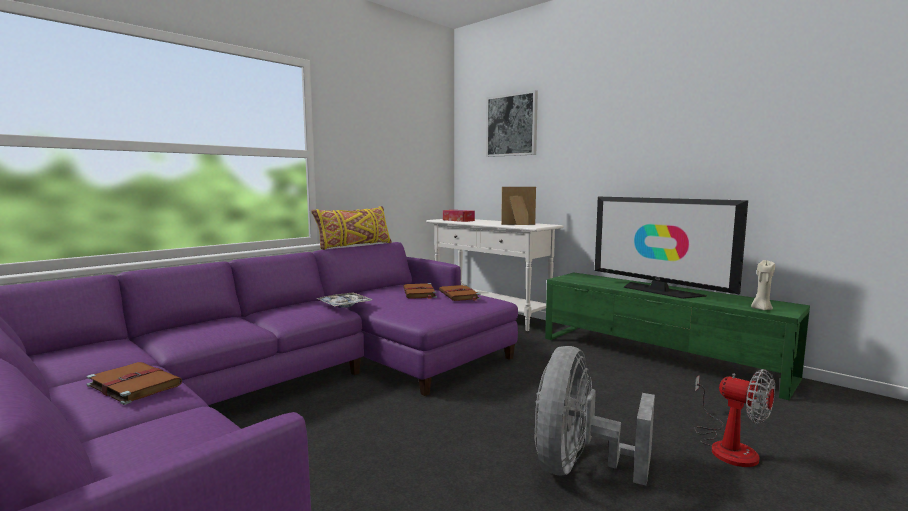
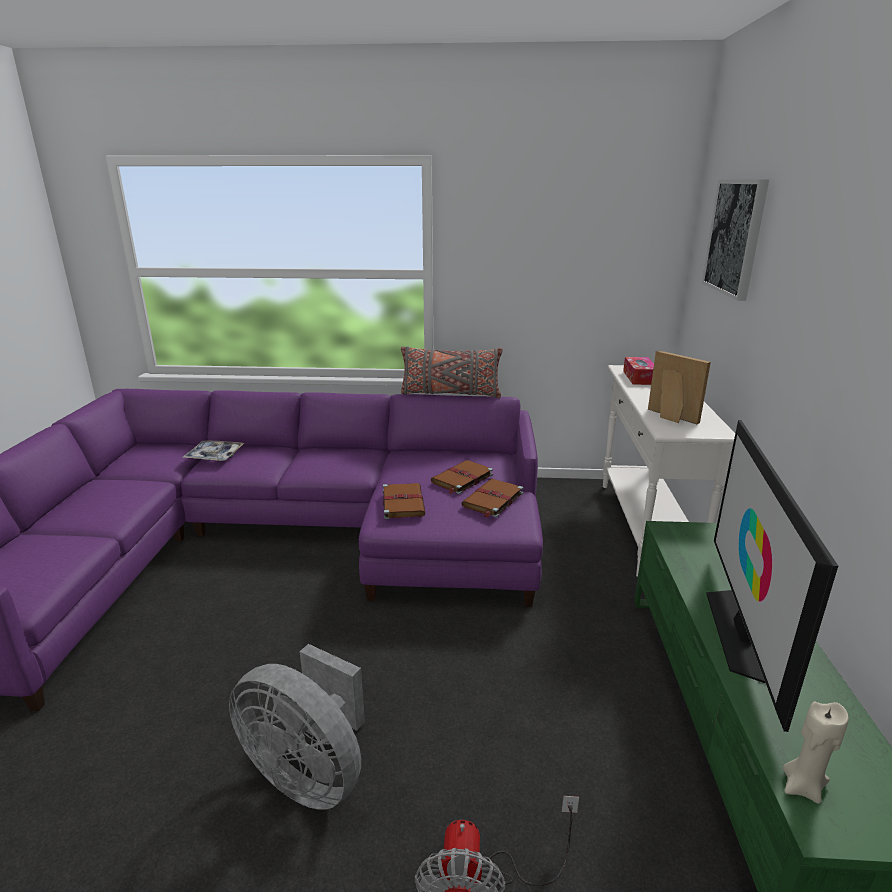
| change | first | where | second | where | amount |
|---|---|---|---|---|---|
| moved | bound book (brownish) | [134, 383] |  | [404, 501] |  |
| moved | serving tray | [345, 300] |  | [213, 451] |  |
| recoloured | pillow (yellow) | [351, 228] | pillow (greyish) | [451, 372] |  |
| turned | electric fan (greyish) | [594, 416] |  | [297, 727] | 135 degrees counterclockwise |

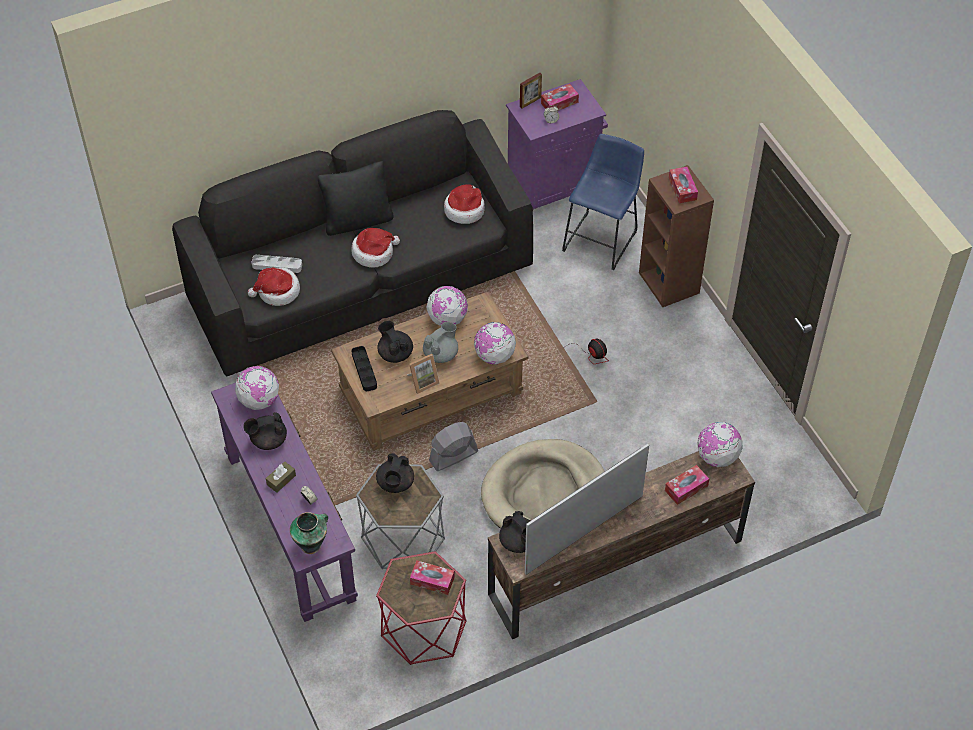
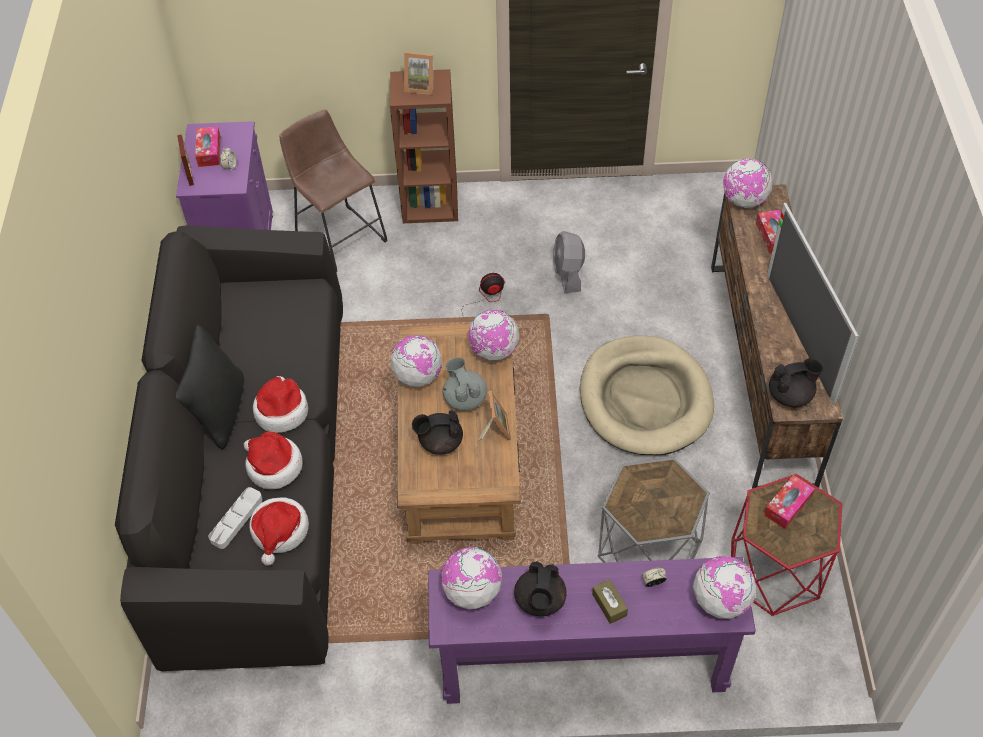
| change | first | where | second | where | amount |
|---|---|---|---|---|---|
| removed | serving tray (blackish) | [364, 368] |  |  |  |
| removed | teapot (blackish) | [395, 473] |  |  |  |
| moved | electric fan (greyish) | [453, 446] |  | [569, 262] |  |
| moved | wearable hat | [464, 204] |  | [273, 460] |  |
| replaced | flower vase | [309, 533] | desk globe | [724, 587] |  |
| replaced | tissue holder | [683, 185] | picture frame | [418, 73] |  |
| recoloured | stool seat (blue-coloured) | [603, 202] | stool seat (brownish) | [333, 190] |  |

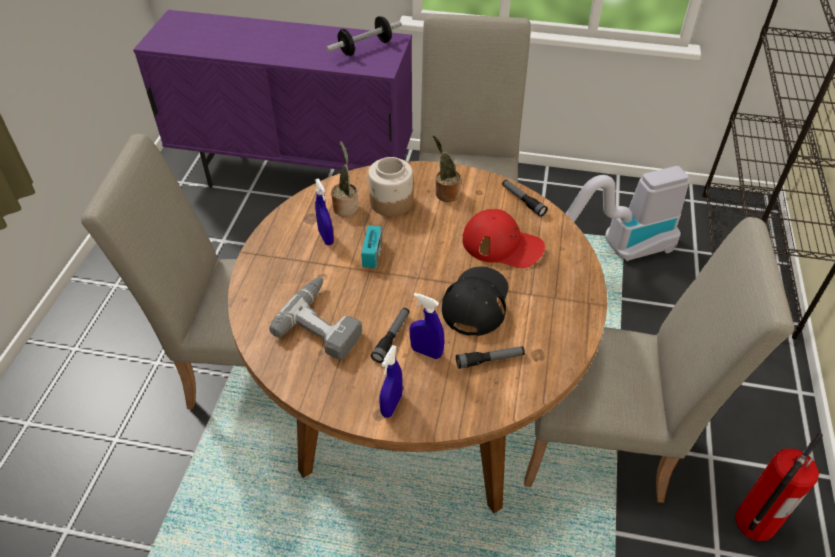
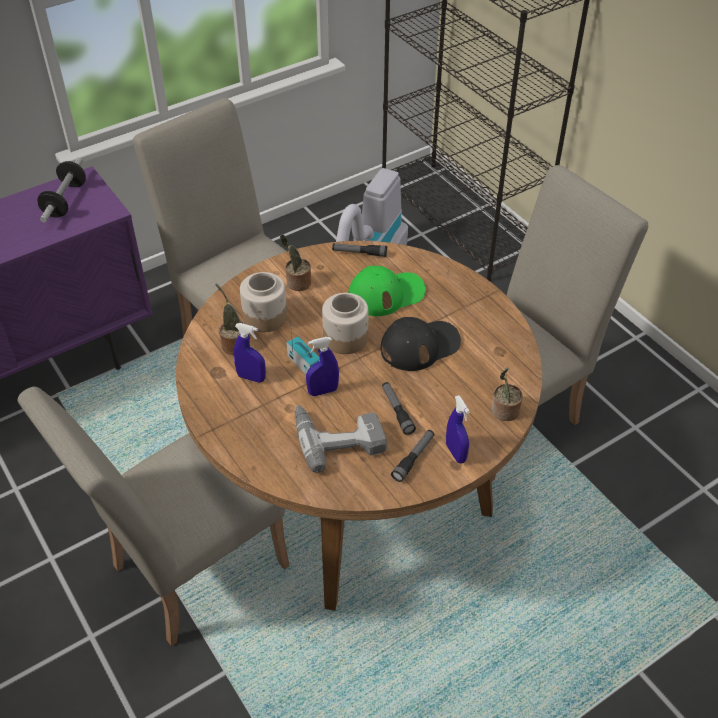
| change | first | where | second | where | amount |
|---|---|---|---|---|---|
| removed | fire extinguisher | [779, 487] |  |  |  |
| added |  |  | storage jar | [345, 323] |  |
| added |  |  | houseplant | [507, 394] |  |
| moved | spray bottle (blue-coloured) | [427, 326] |  | [322, 366] |  |
| moved | flashlight | [490, 357] |  | [413, 456] |  |
| recoloured | baseball cap (red) | [503, 238] | baseball cap (greenish) | [386, 291] |  |
| turned | baseball cap (blackish) | [475, 301] |  | [420, 344] | 90 degrees clockwise |

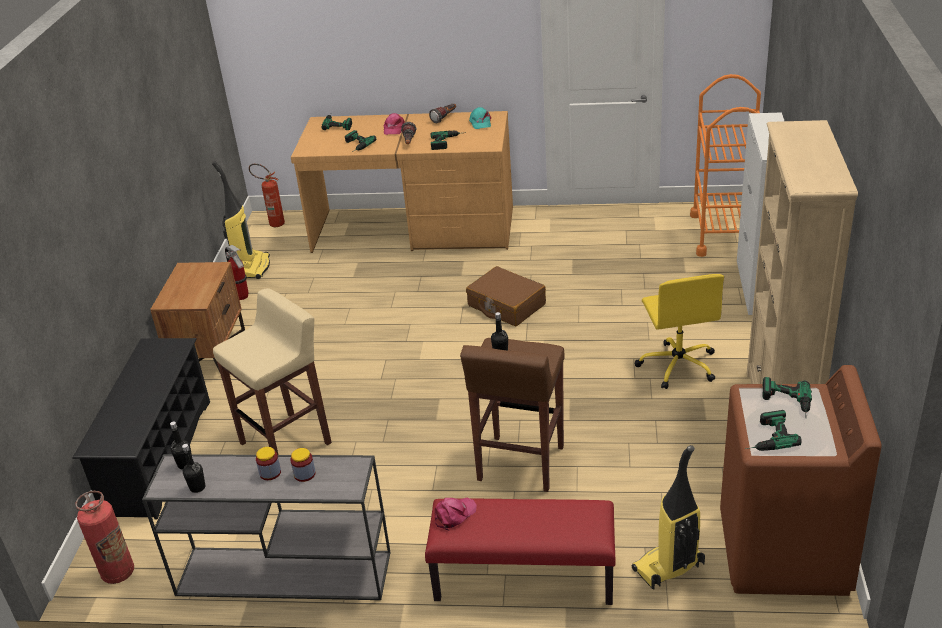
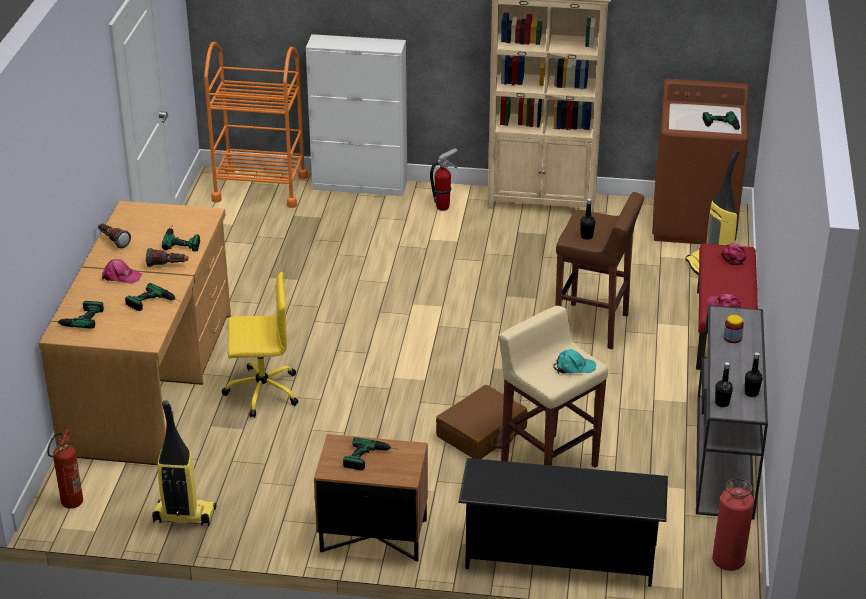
| change | first | where | second | where | amount |
|---|---|---|---|---|---|
| removed | storage jar | [268, 463] |  |  |  |
| added |  |  | baseball cap (pink-coloured) | [734, 254] |  |
| moved | fire extinguisher | [236, 272] |  | [444, 179] |  |
| moved | suitcase (brownish) | [506, 296] |  | [482, 422] |  |
| moved | baseball cap (turquoise) | [480, 118] |  | [575, 361] |  |
| moved | desk chair (yellow) | [679, 331] |  | [260, 344] |  |
| moved | power drill | [787, 396] |  | [371, 453] |  |

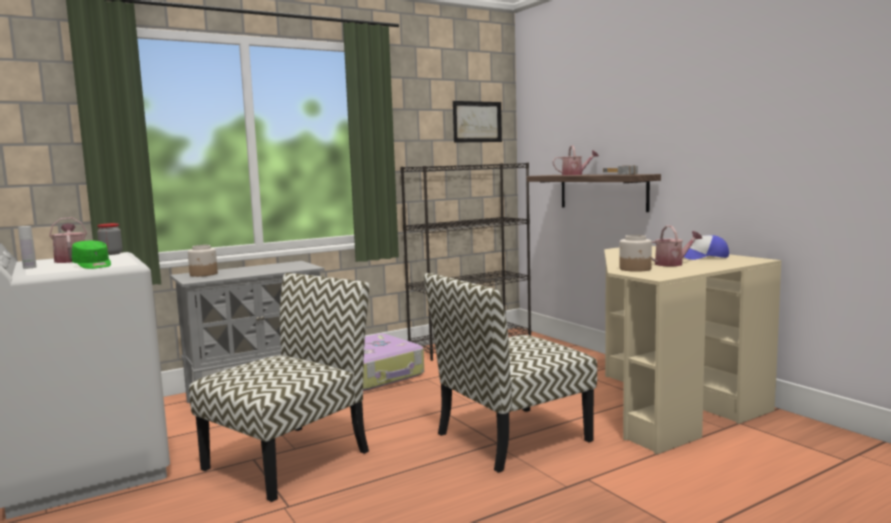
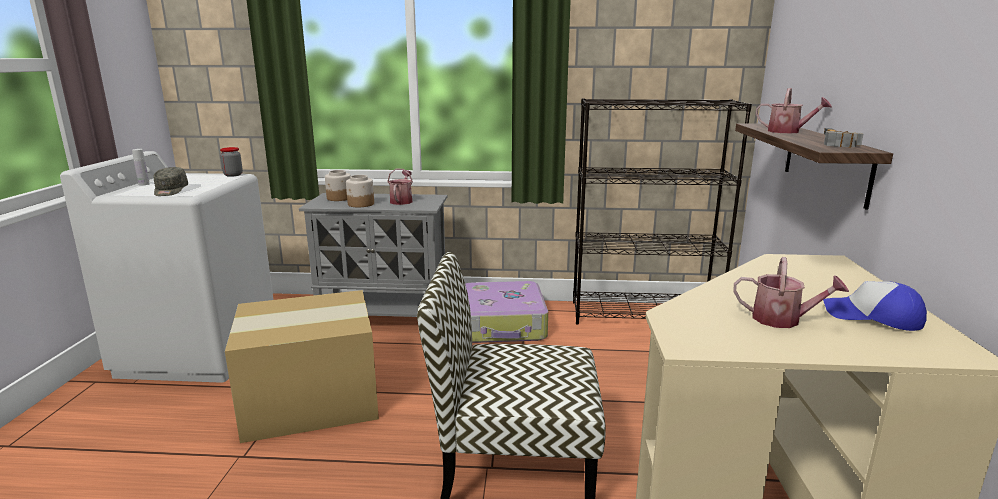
| change | first | where | second | where | amount |
|---|---|---|---|---|---|
| removed | wall picture | [477, 122] |  |  |  |
| moved | sprinkling can | [68, 240] |  | [400, 187] |  |
| moved | storage jar | [635, 253] |  | [360, 191] |  |
| replaced | upright chair | [279, 387] | cardboard box | [302, 366] |  |
| recoloured | baseball cap (greenish) | [91, 255] | baseball cap (greyish) | [171, 181] |  |

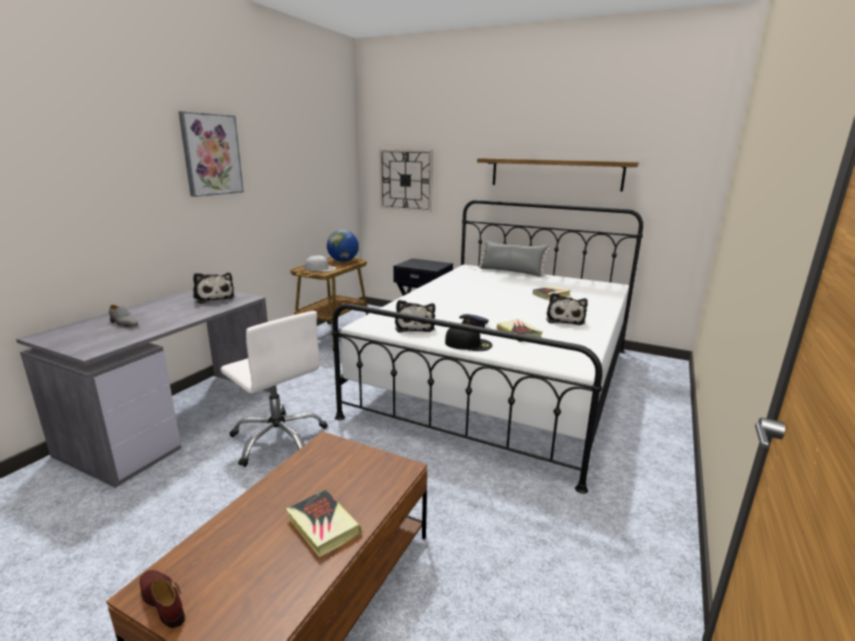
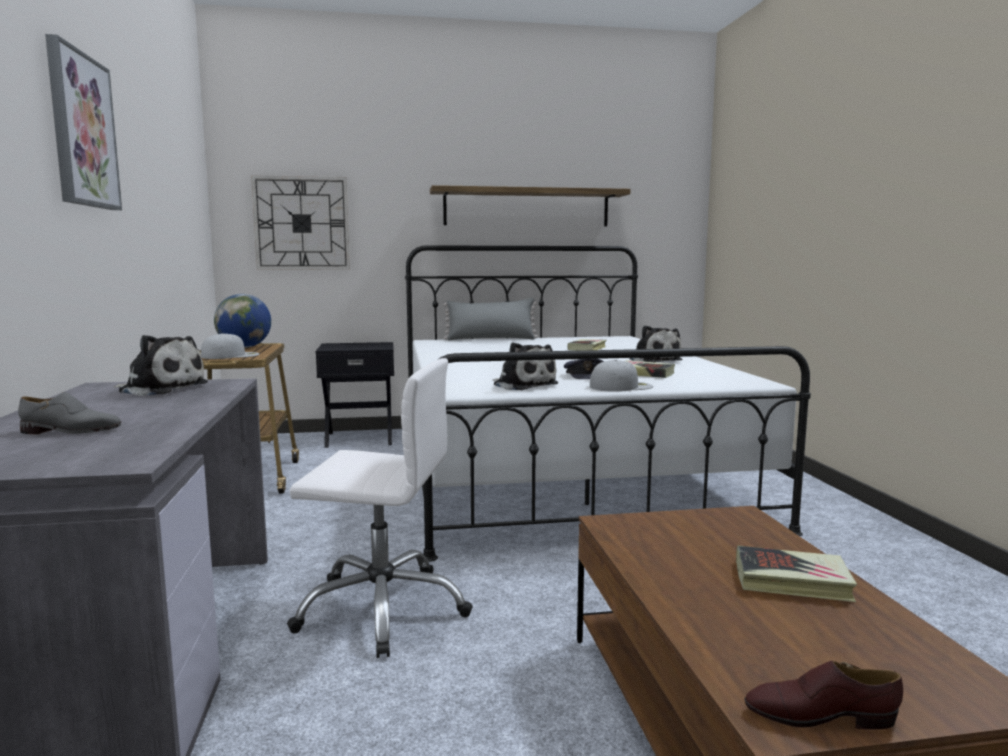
| change | first | where | second | where | amount |
|---|---|---|---|---|---|
| recoloured | baseball cap (blackish) | [468, 337] | baseball cap (white) | [621, 376] |  |

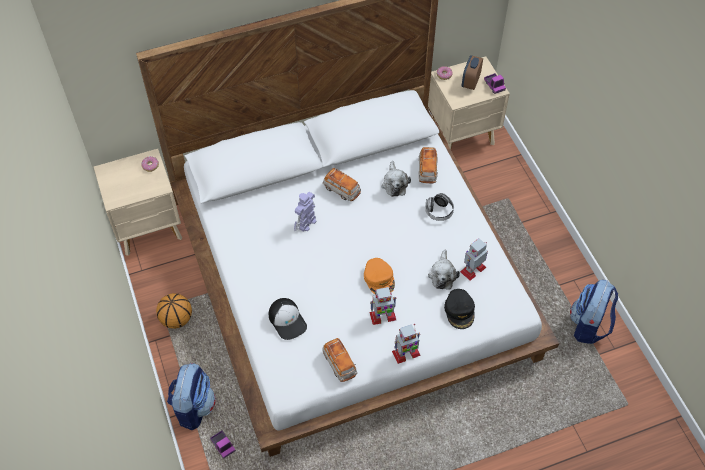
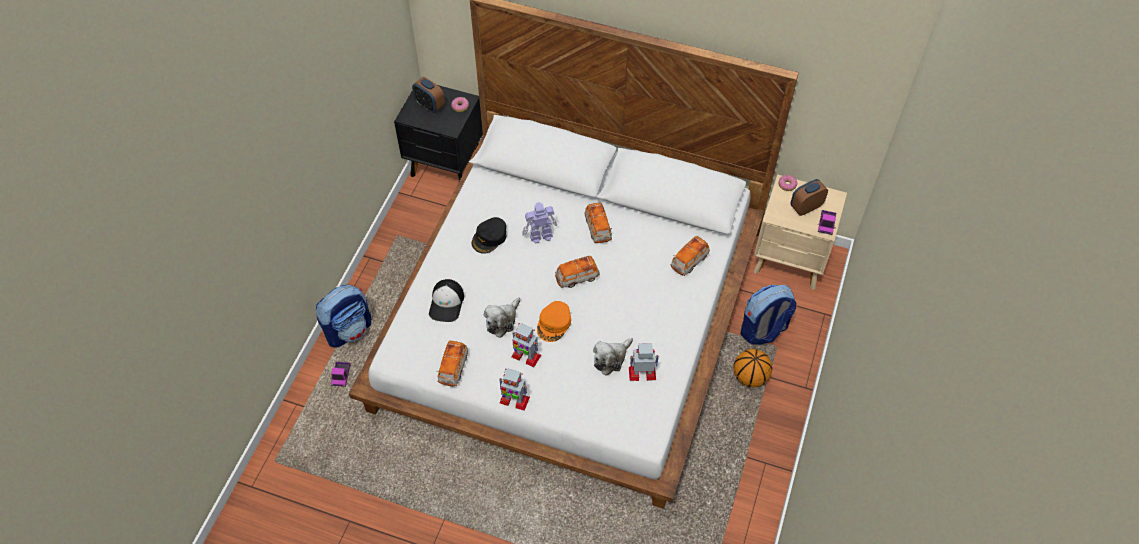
| change | first | where | second | where | amount |
|---|---|---|---|---|---|
| removed | pair of headphones | [439, 207] |  |  |  |
| added |  |  | table clock | [428, 95] |  |
| added |  |  | model car | [577, 272] |  |
| moved | ball for basketball | [174, 311] |  | [753, 368] |  |
| moved | soft toy | [396, 179] |  | [502, 318] |  |
| moved | baseball cap (blackish) | [459, 309] |  | [489, 235] |  |
| moved | rucksack | [594, 312] |  | [768, 315] |  |
| recoloured | night table (beige-coloured) | [138, 202] | night table (blackish) | [438, 133] |  |

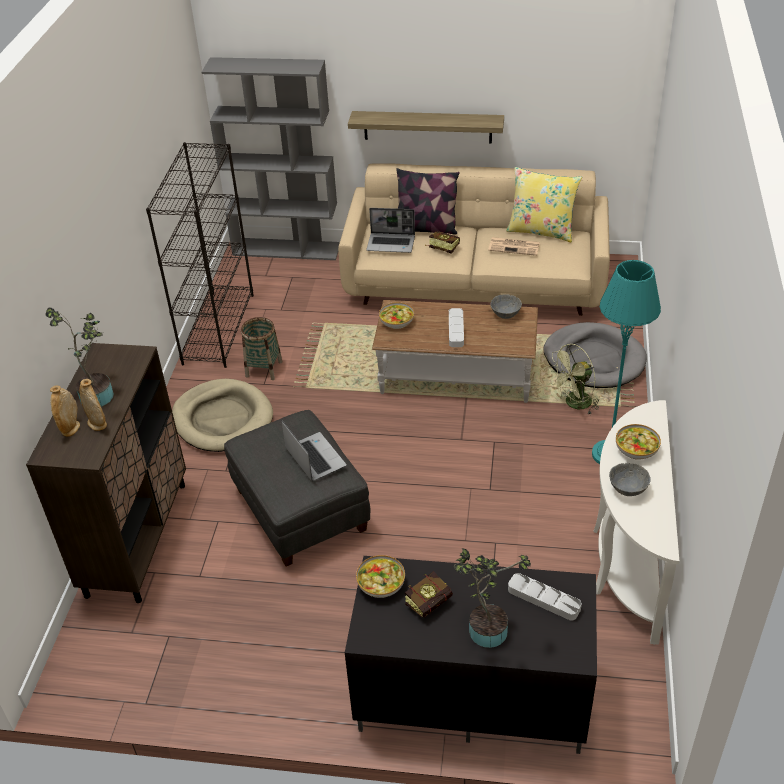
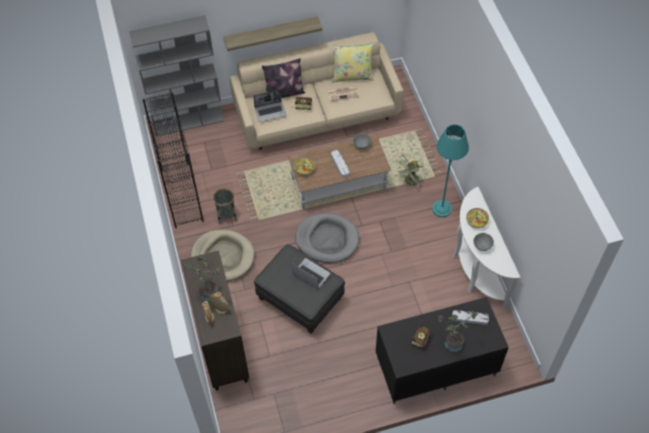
| change | first | where | second | where | amount |
|---|---|---|---|---|---|
| removed | bowl | [380, 576] |  |  |  |
| moved | dog cushion (greyish) | [595, 355] |  | [327, 238] |  |

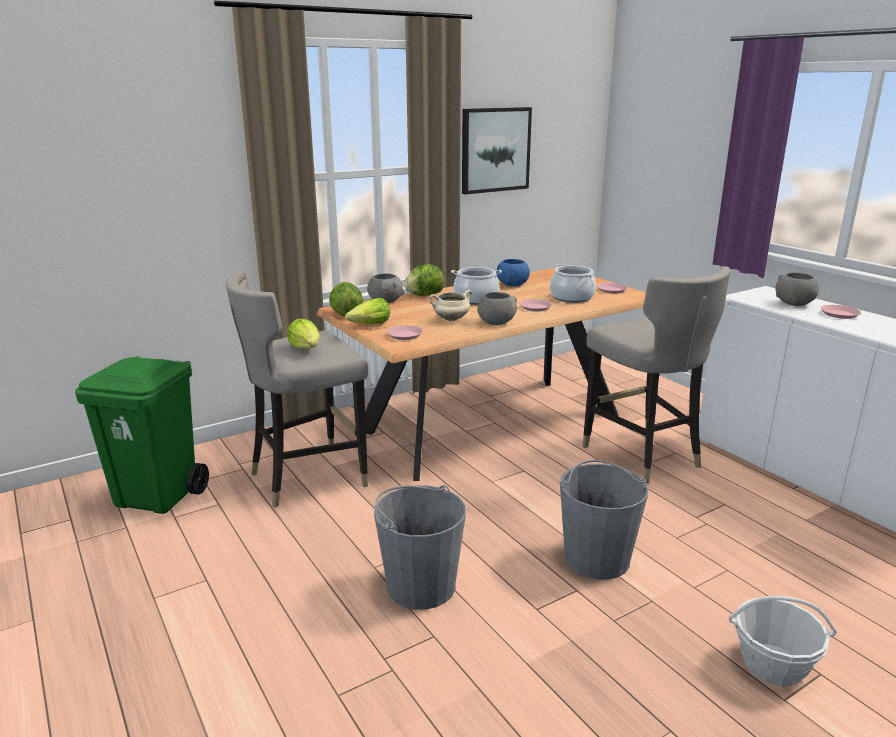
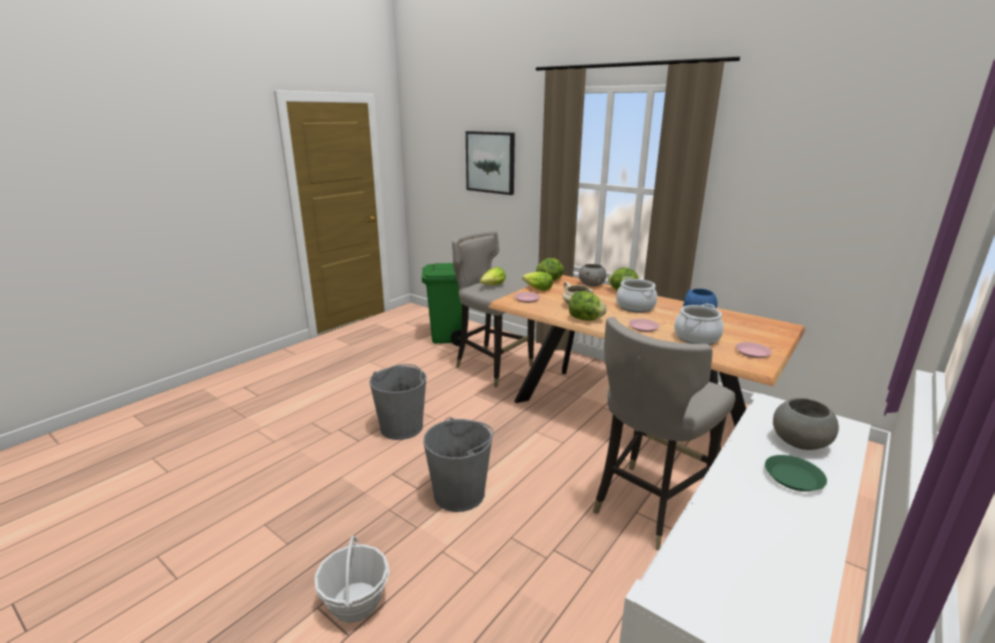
| change | first | where | second | where | amount |
|---|---|---|---|---|---|
| moved | wall picture | [497, 150] |  | [490, 163] |  |
| replaced | bowl (greyish) | [497, 308] | head of lettuce | [588, 306] |  |
| recoloured | dinner plate (pink-coloured) | [840, 312] | dinner plate (greenish) | [796, 473] |  |

